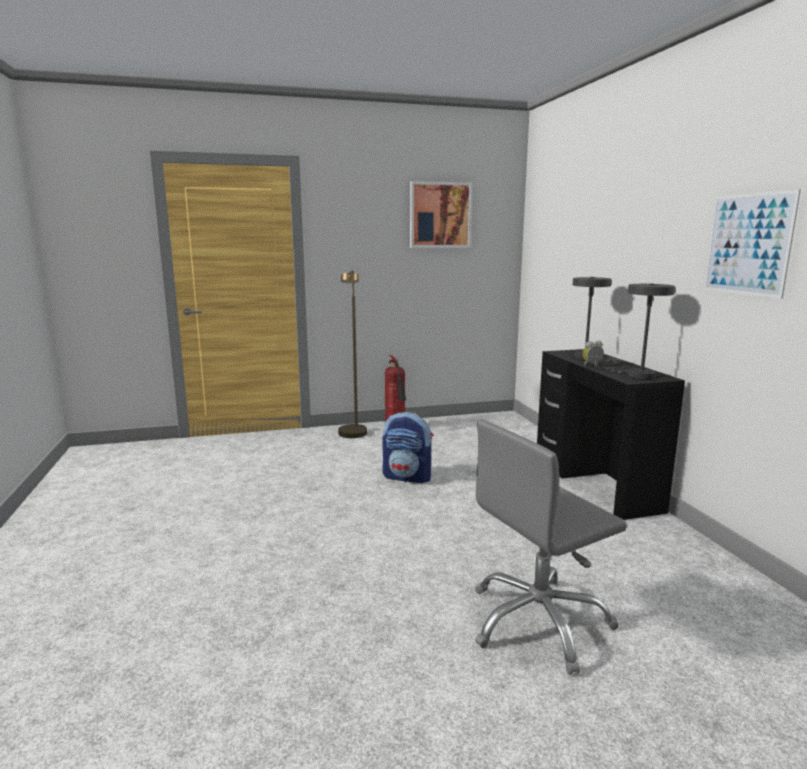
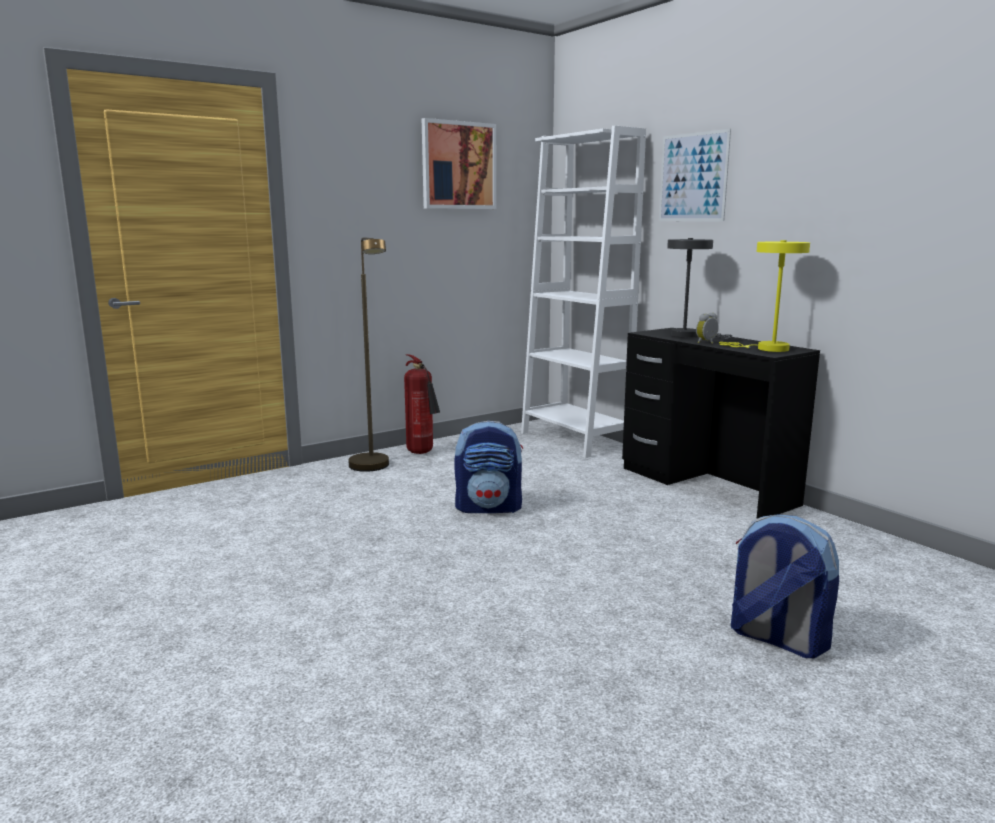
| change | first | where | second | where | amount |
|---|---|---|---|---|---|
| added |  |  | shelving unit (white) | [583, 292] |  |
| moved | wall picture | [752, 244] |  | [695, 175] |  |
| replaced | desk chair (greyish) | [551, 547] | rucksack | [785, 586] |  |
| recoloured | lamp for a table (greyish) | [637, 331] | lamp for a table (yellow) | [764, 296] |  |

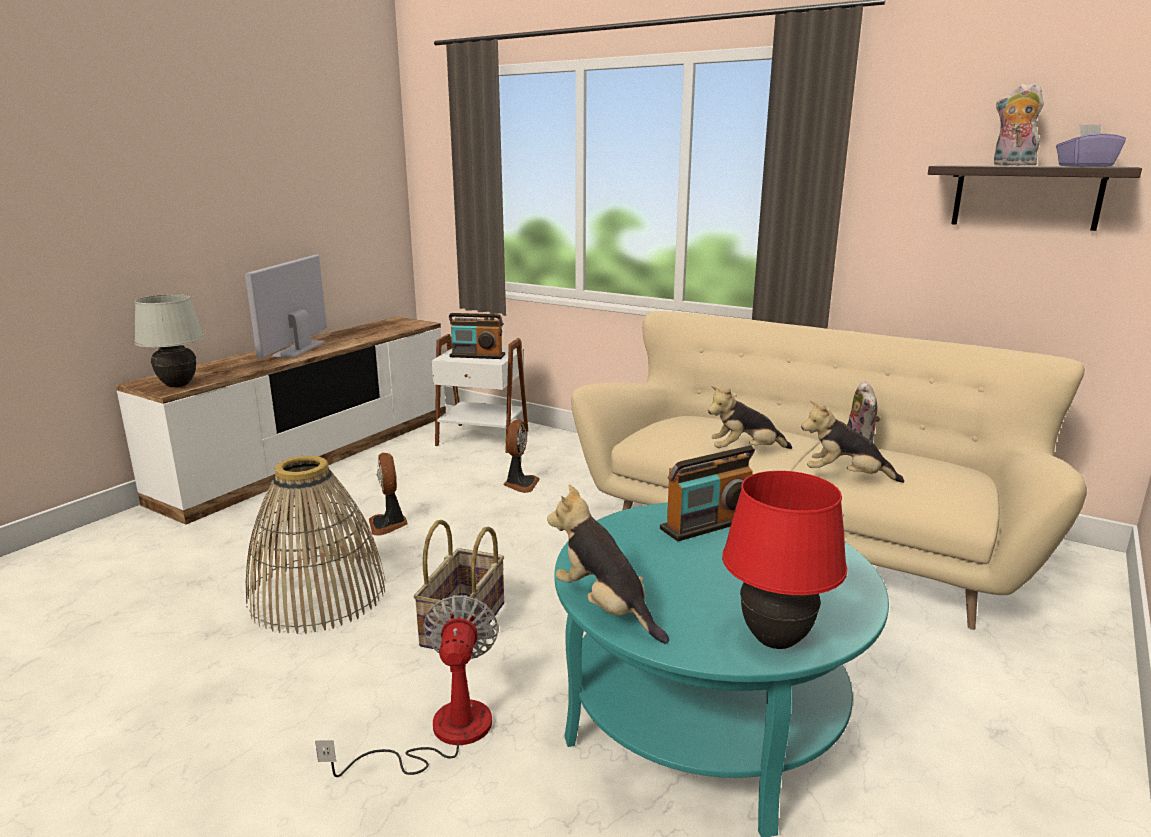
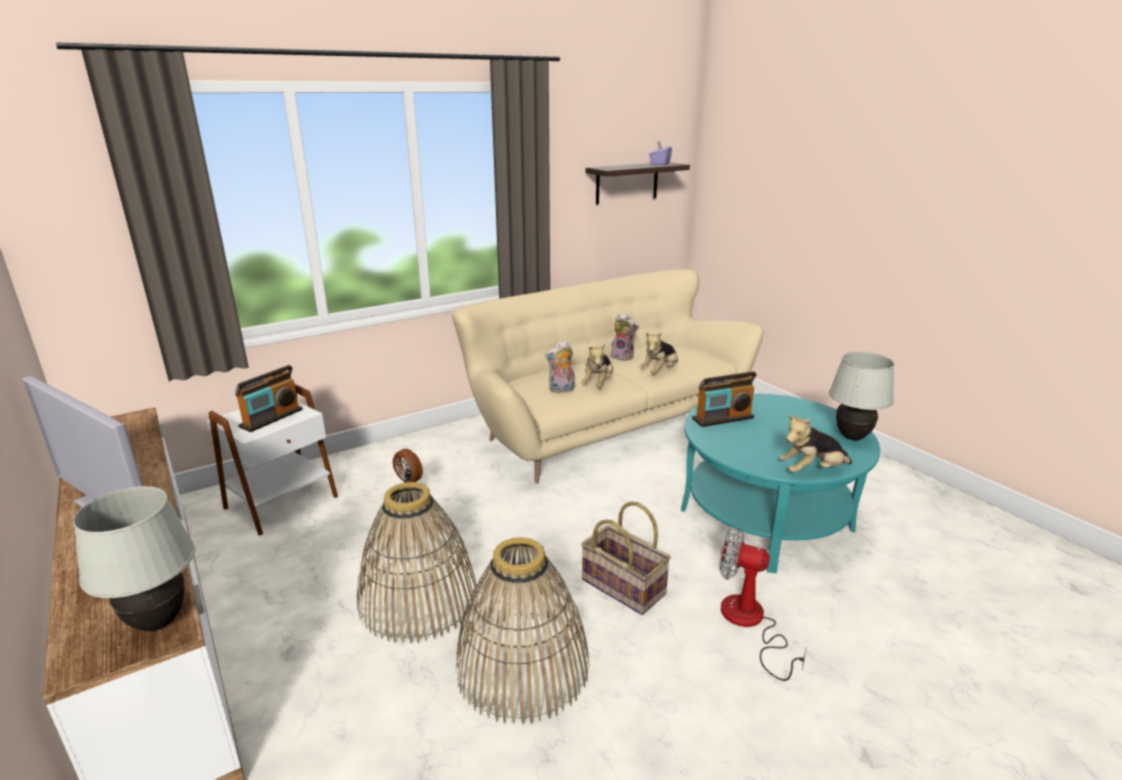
| change | first | where | second | where | amount |
|---|---|---|---|---|---|
| moved | soft toy | [1019, 124] |  | [560, 367] |  |
| replaced | electric fan | [388, 494] | storage basket | [417, 563] |  |
| recoloured | lamp for a table (red) | [784, 560] | lamp for a table (white) | [861, 396] |  |
| turned | radio receiver | [707, 494] |  | [724, 399] | 75 degrees clockwise |

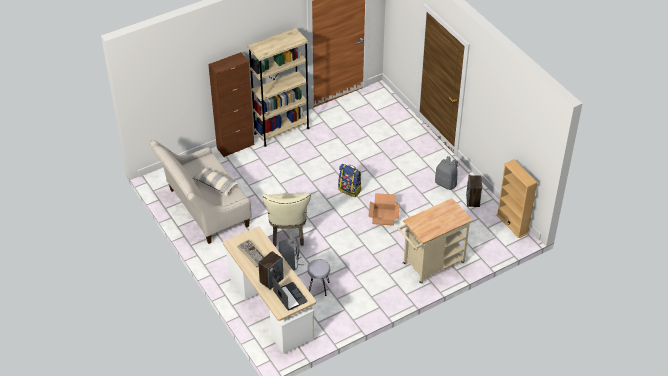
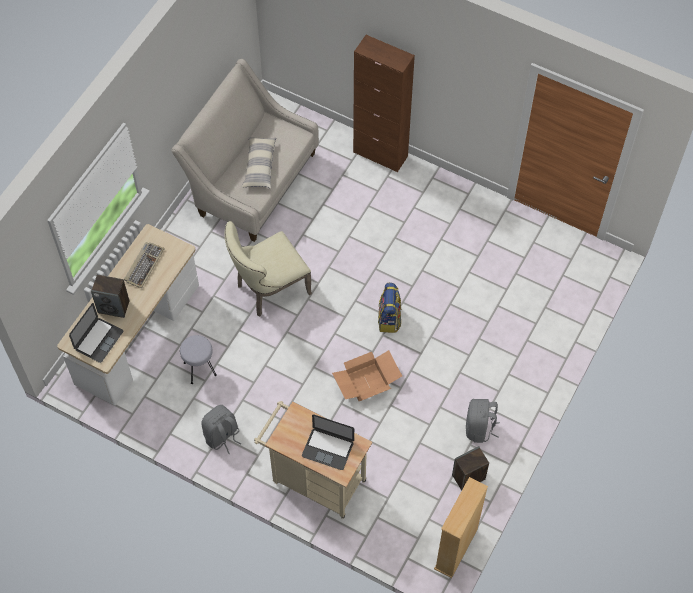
| change | first | where | second | where | amount |
|---|---|---|---|---|---|
| removed | shelving unit (beige-coloured) | [278, 87] |  |  |  |
| added |  |  | notebook computer | [328, 442] |  |
| moved | rucksack (greyish) | [290, 254] |  | [221, 429] |  |

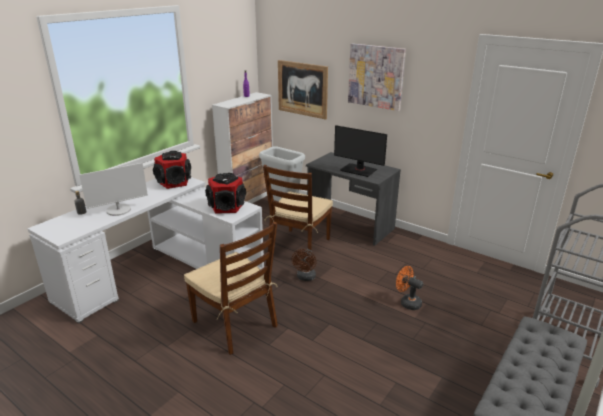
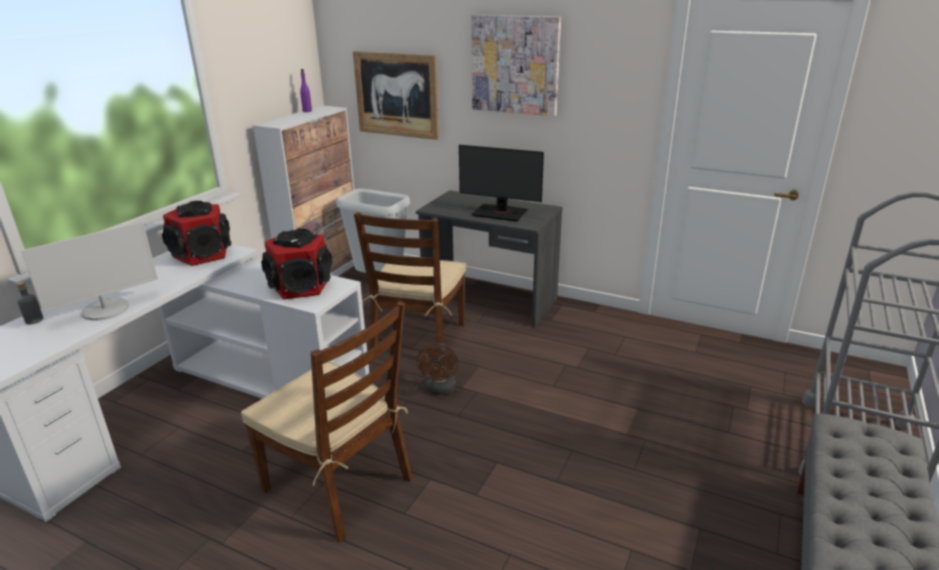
| change | first | where | second | where | amount |
|---|---|---|---|---|---|
| removed | electric fan (orange-coloured) | [409, 288] |  |  |  |

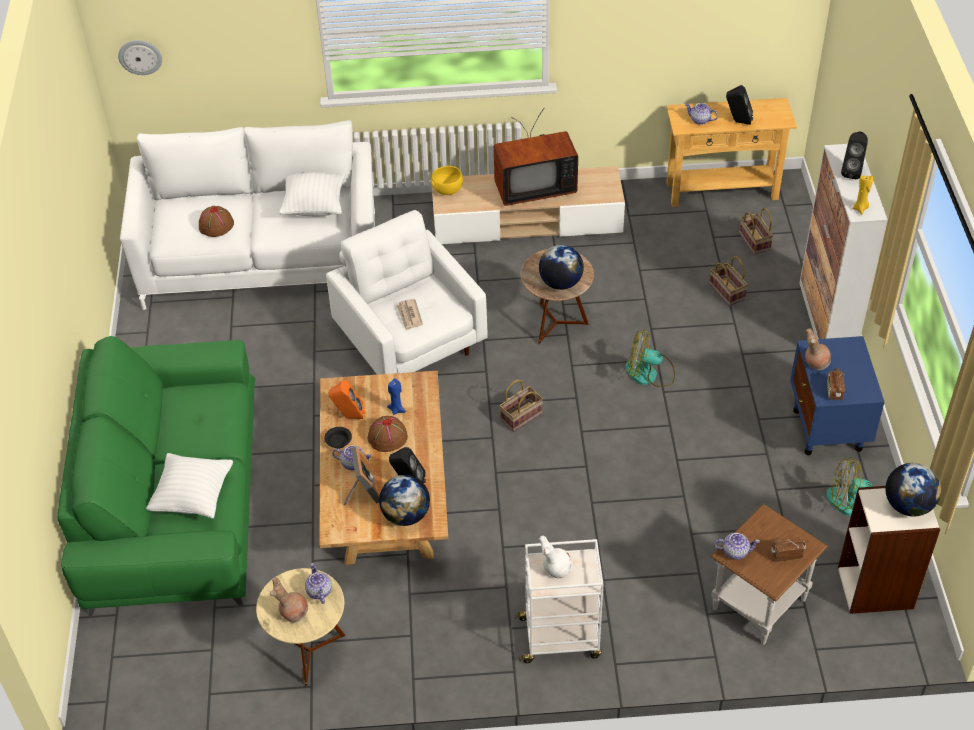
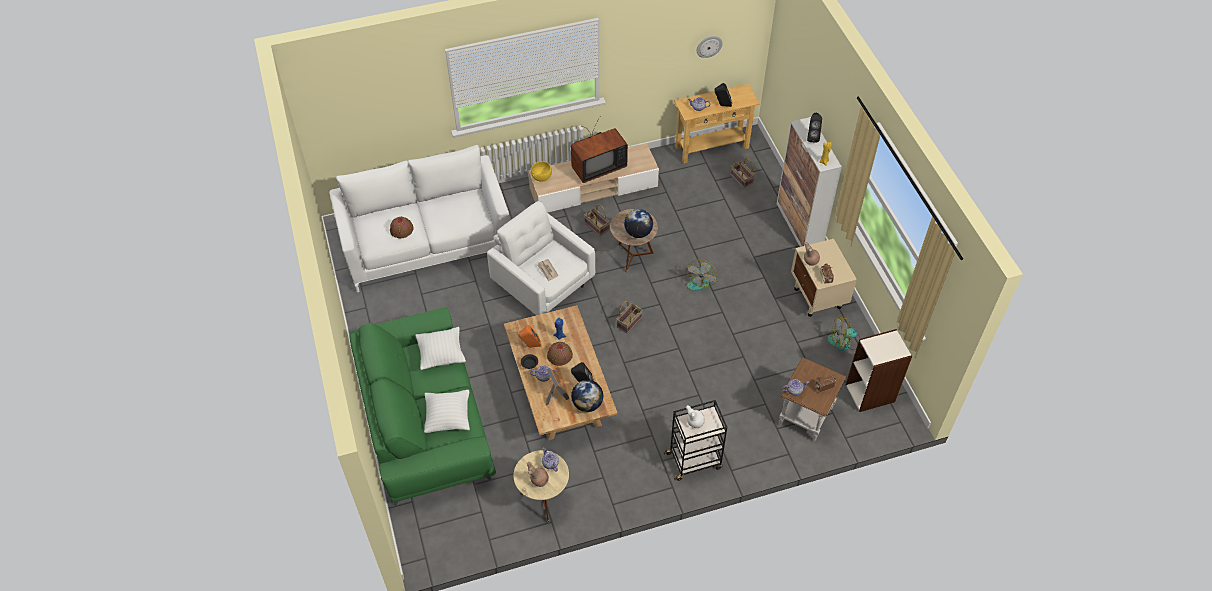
| change | first | where | second | where | amount |
|---|---|---|---|---|---|
| removed | desk globe | [913, 490] |  |  |  |
| moved | clock on the wall | [140, 57] |  | [710, 47] |  |
| moved | pillow (white) | [312, 194] |  | [440, 348] |  |
| moved | storage basket | [729, 281] |  | [596, 220] |  |
| recoloured | wheeled cart (white) | [559, 601] | wheeled cart (blackish) | [695, 440] |  |
| recoloured | night table (blue-coloured) | [837, 395] | night table (beige-coloured) | [824, 278] |  |
| turned | electric fan | [650, 358] |  | [701, 275] | 60 degrees counterclockwise |

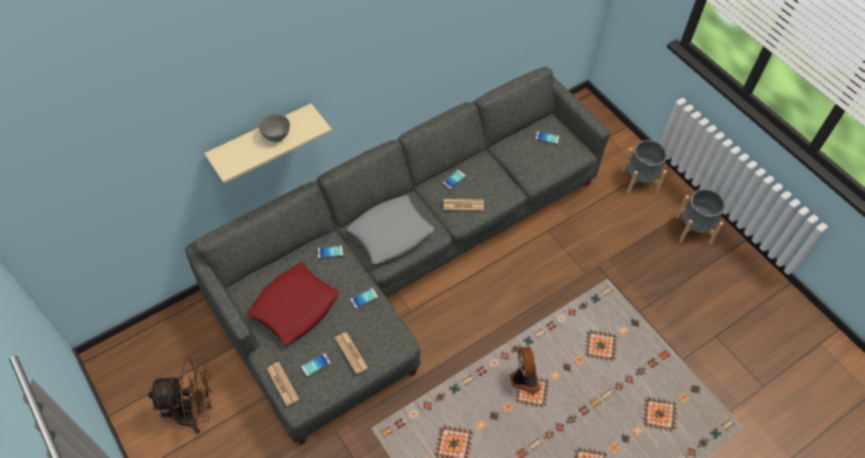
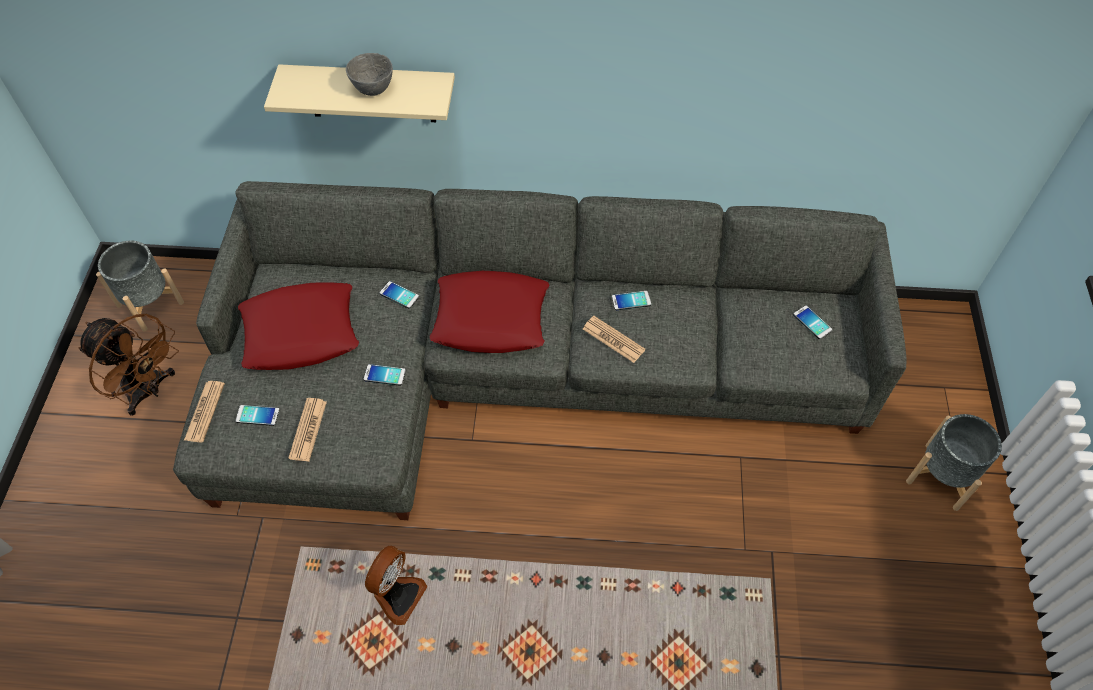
| change | first | where | second | where | amount |
|---|---|---|---|---|---|
| moved | electric fan | [525, 369] |  | [396, 585] |  |
| moved | flower pot (greyish) | [700, 216] |  | [140, 286] |  |
| recoloured | pillow (greyish) | [390, 229] | pillow (red) | [489, 312] |  |

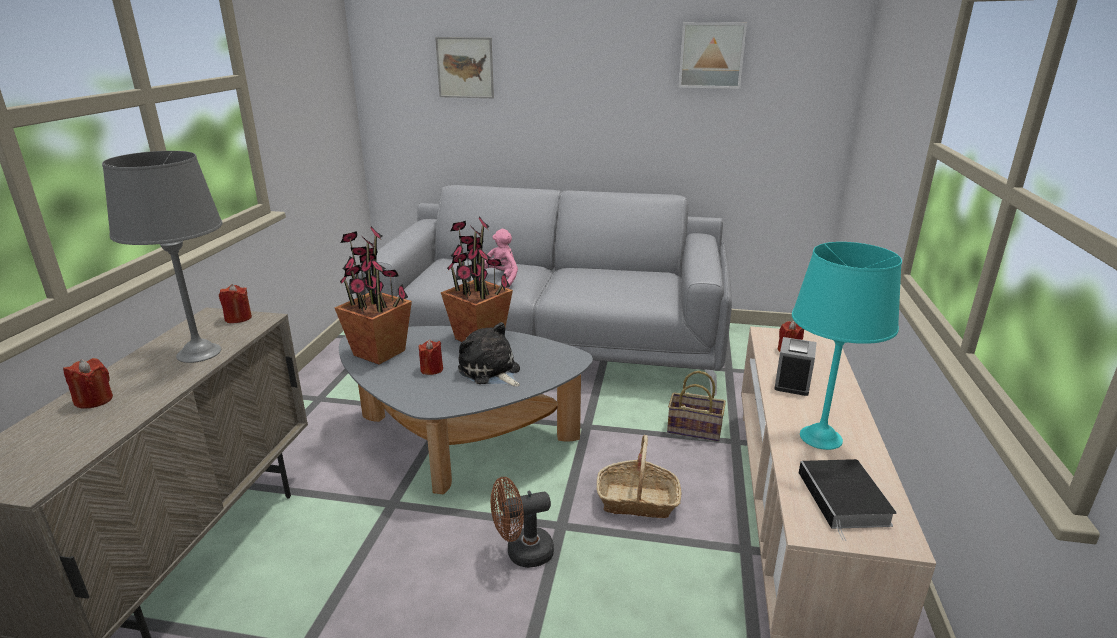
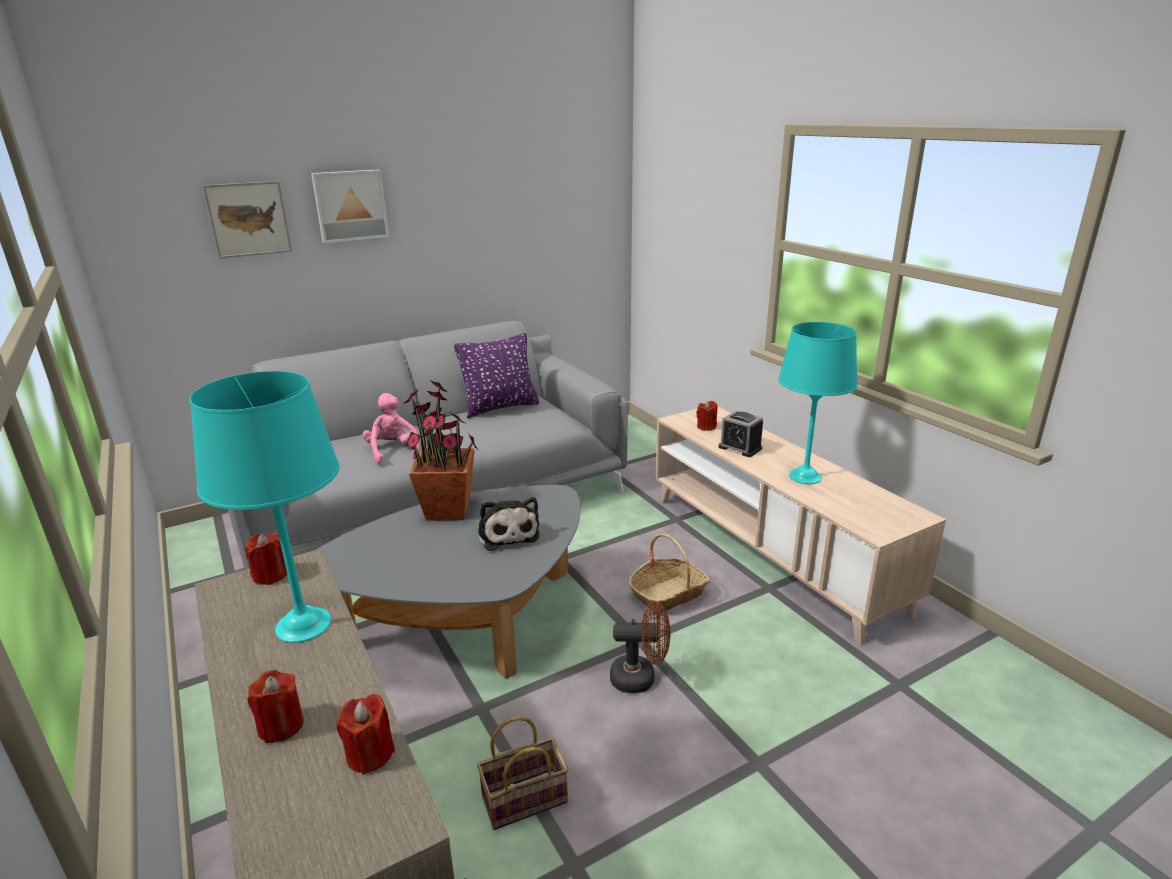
| change | first | where | second | where | amount |
|---|---|---|---|---|---|
| removed | houseplant | [373, 295] |  |  |  |
| removed | bound book | [848, 500] |  |  |  |
| added |  |  | pillow (purple) | [496, 375] |  |
| moved | candle (red) | [431, 357] |  | [366, 734] |  |
| moved | storage basket | [696, 406] |  | [522, 773] |  |
| moved | wall picture | [713, 55] |  | [350, 206] |  |
| recoloured | lamp for a table (greyish) | [162, 257] | lamp for a table (turquoise) | [264, 507] |  |
| turned | soft toy | [489, 354] |  | [509, 524] | 120 degrees counterclockwise |
| turned | electric fan (brownish) | [522, 522] |  | [640, 647] | 120 degrees counterclockwise |
| turned | table clock | [795, 366] |  | [741, 433] | 150 degrees clockwise |

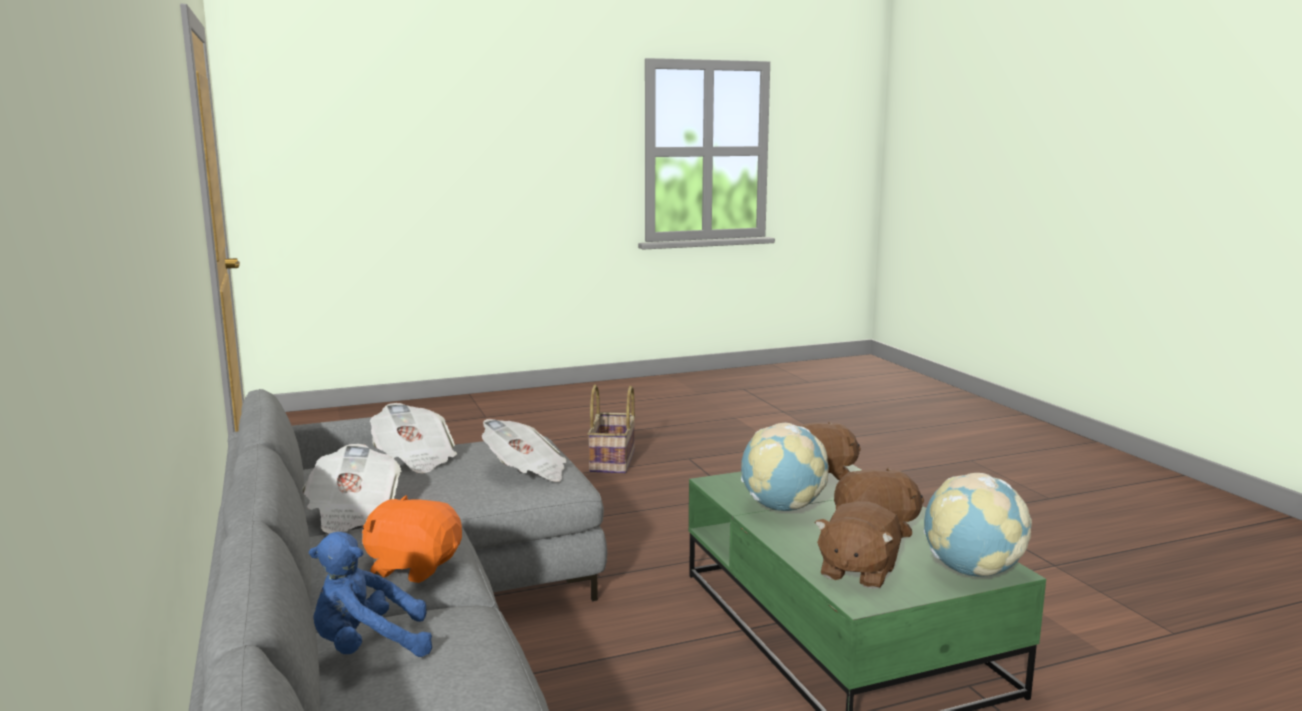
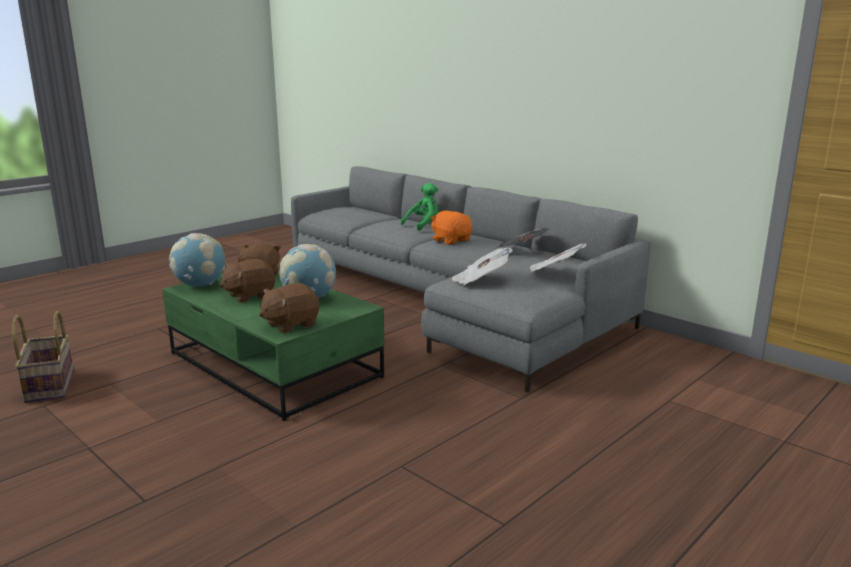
| change | first | where | second | where | amount |
|---|---|---|---|---|---|
| moved | storage basket | [611, 429] |  | [43, 357] |  |
| recoloured | soft toy (blue-coloured) | [370, 594] | soft toy (greenish) | [420, 207] |  |
| turned | soft toy (orange-coloured) | [412, 539] |  | [451, 228] | 120 degrees counterclockwise |

